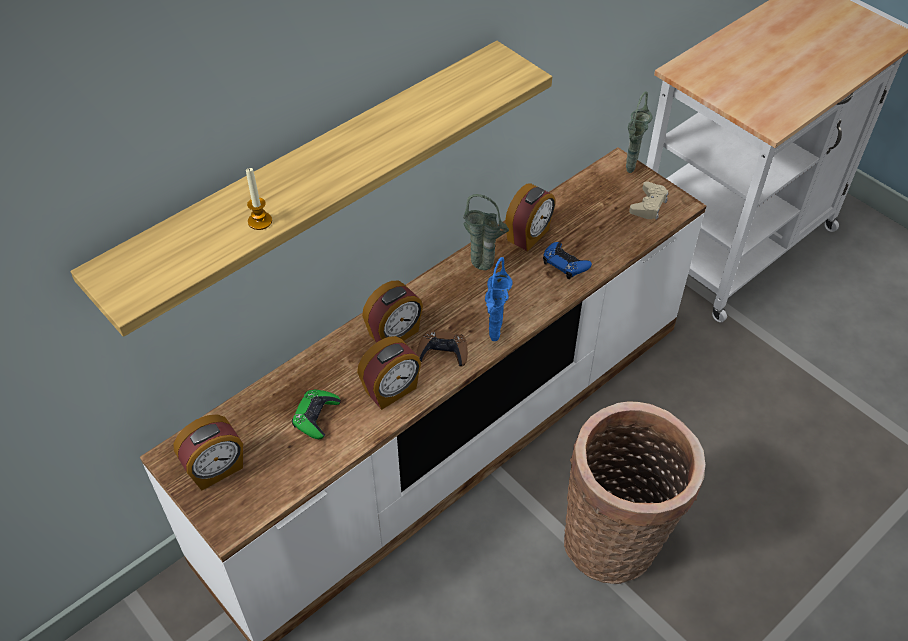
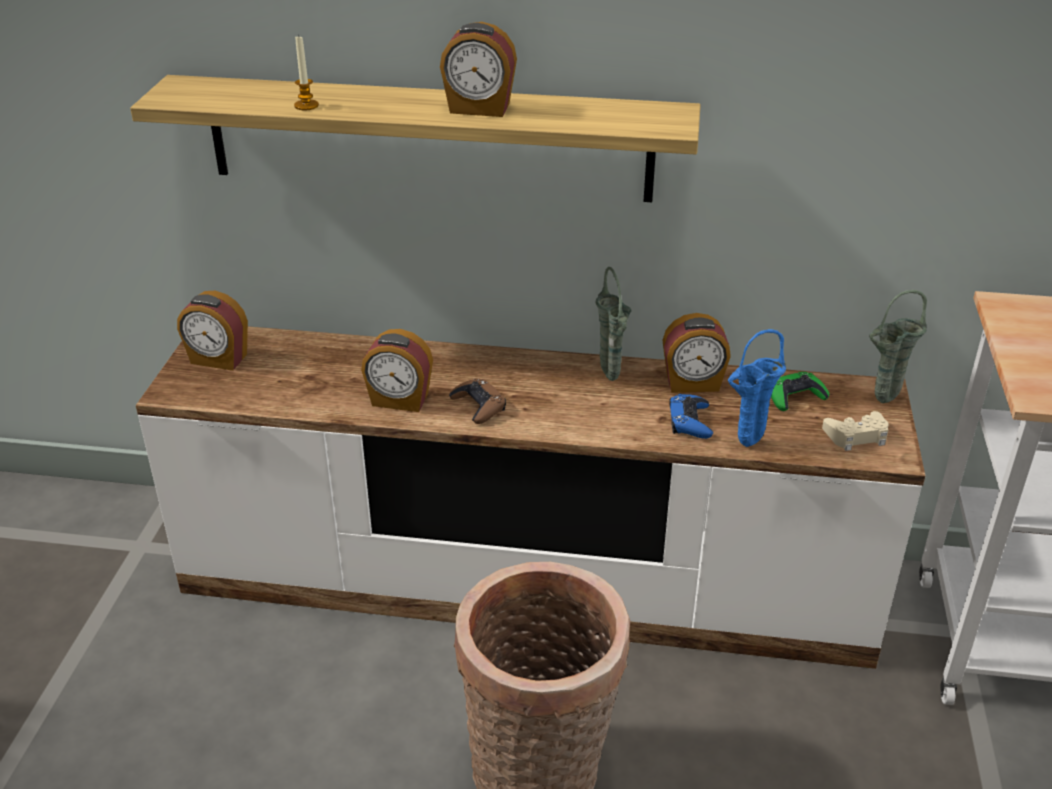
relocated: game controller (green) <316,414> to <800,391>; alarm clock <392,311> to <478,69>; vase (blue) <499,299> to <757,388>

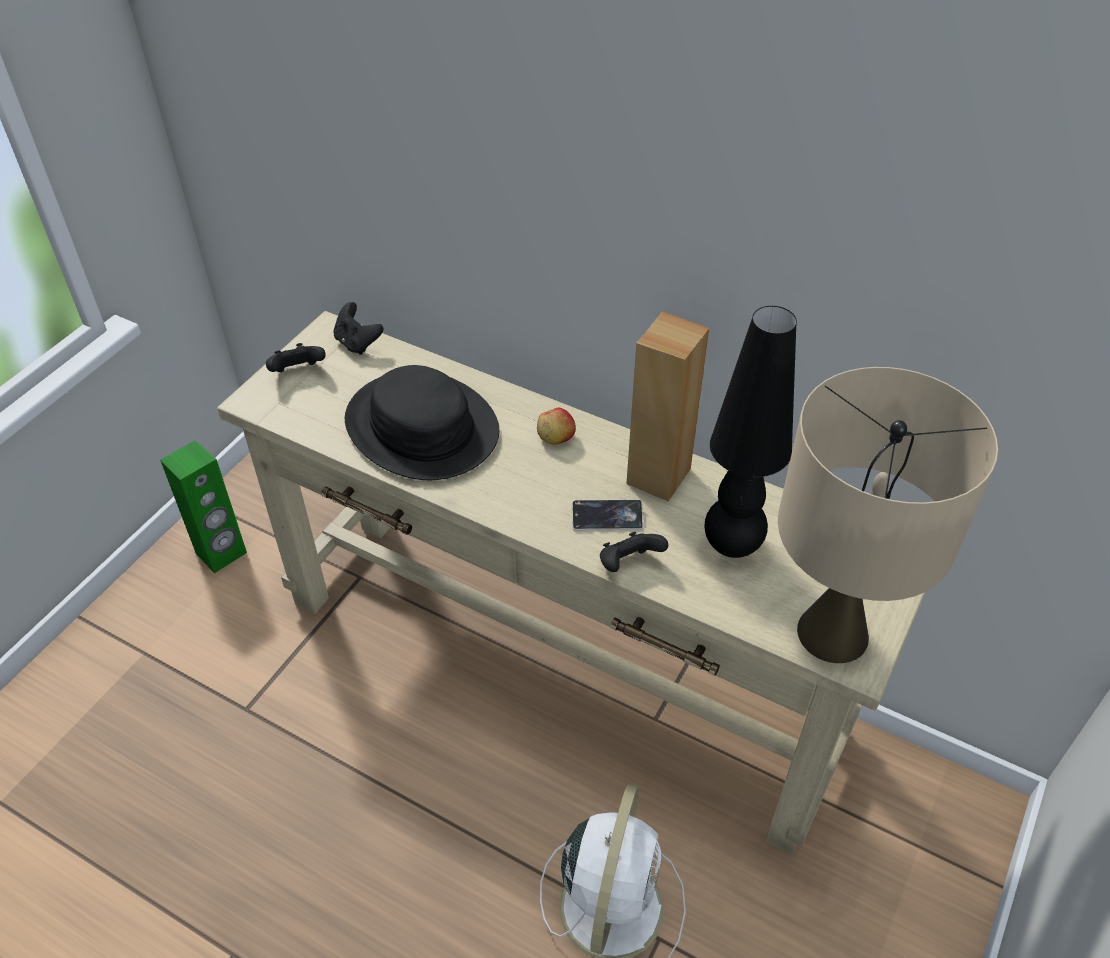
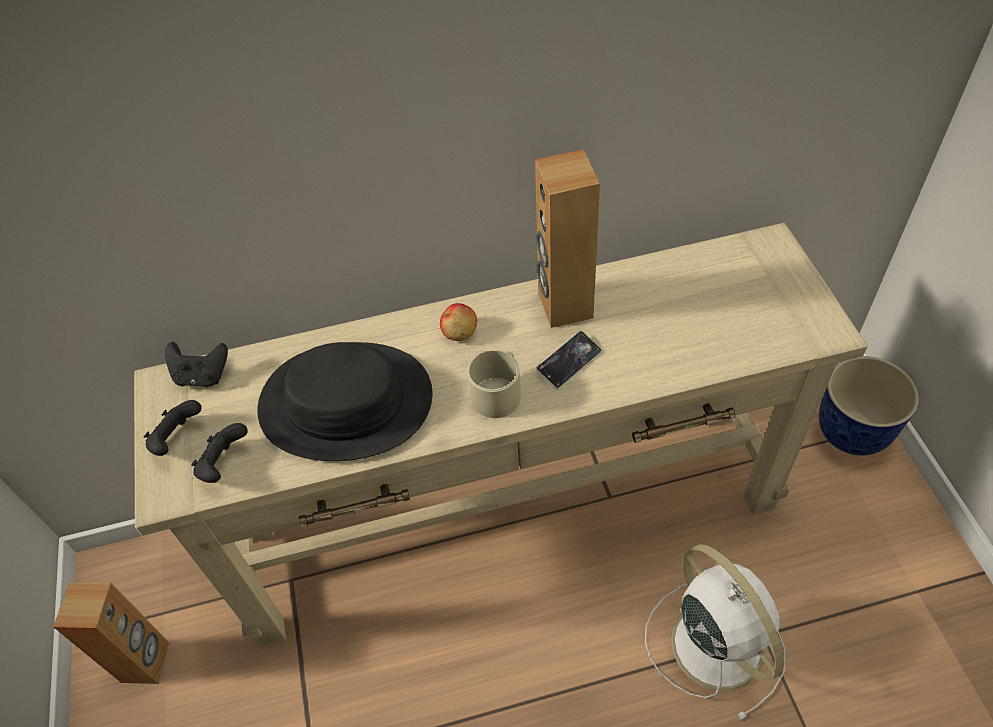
missing: table lamp (black) <750,432>; table lamp (beige) <888,515>
appeared: mug (beige) <494,384>; planter <869,406>
relocated: game controller (black) <634,552> to <219,453>
colour: speaker (green) <203,507> to speaker (brown) <111,633>

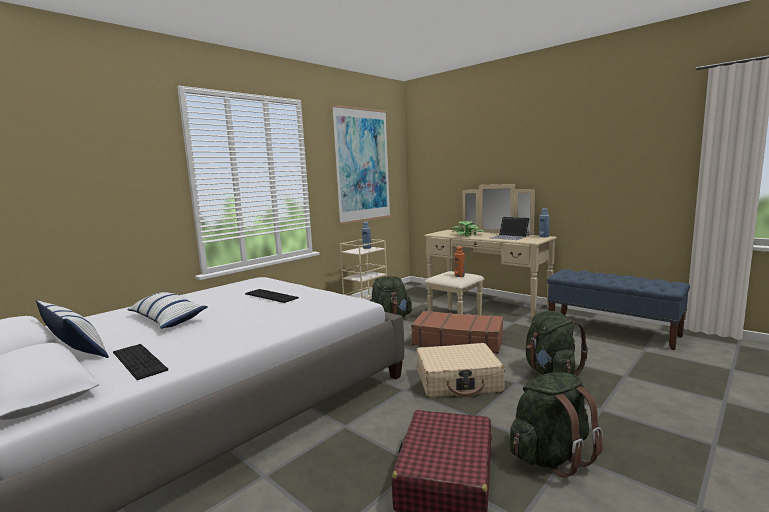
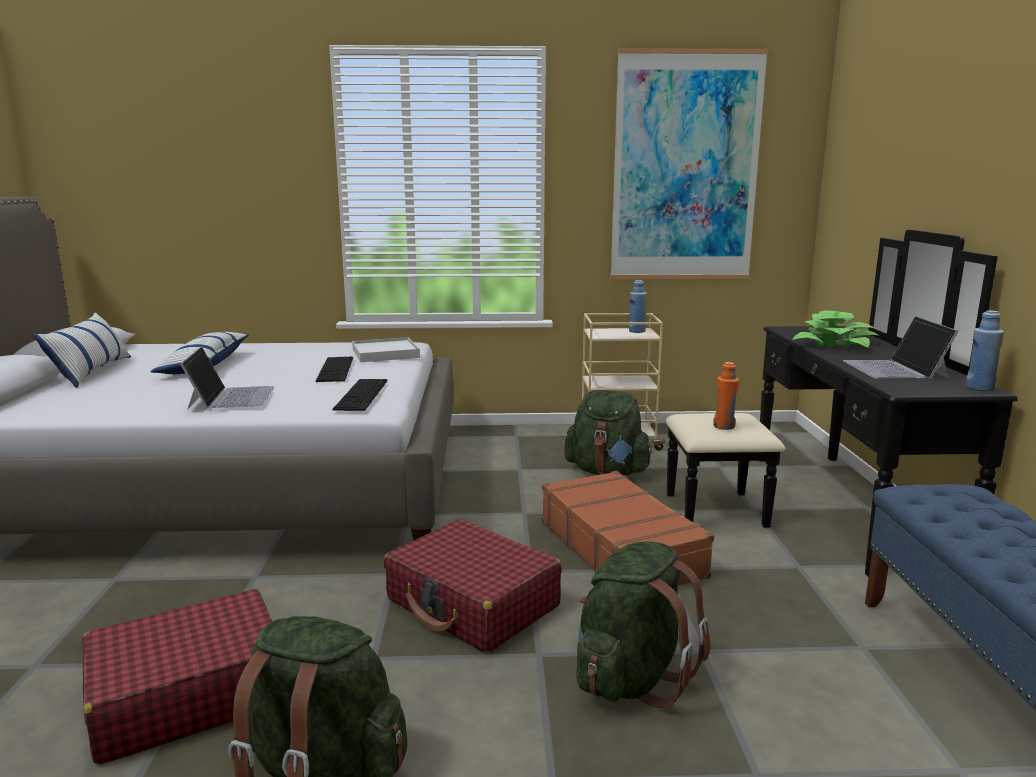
appeared: laptop <227,377>; tray (white) <386,349>
relocated: keyboard <140,362> to <360,395>
colour: suitcase (beige) <460,370> to suitcase (red) <473,586>; dresser (beige) <490,251> to dresser (black) <841,403>

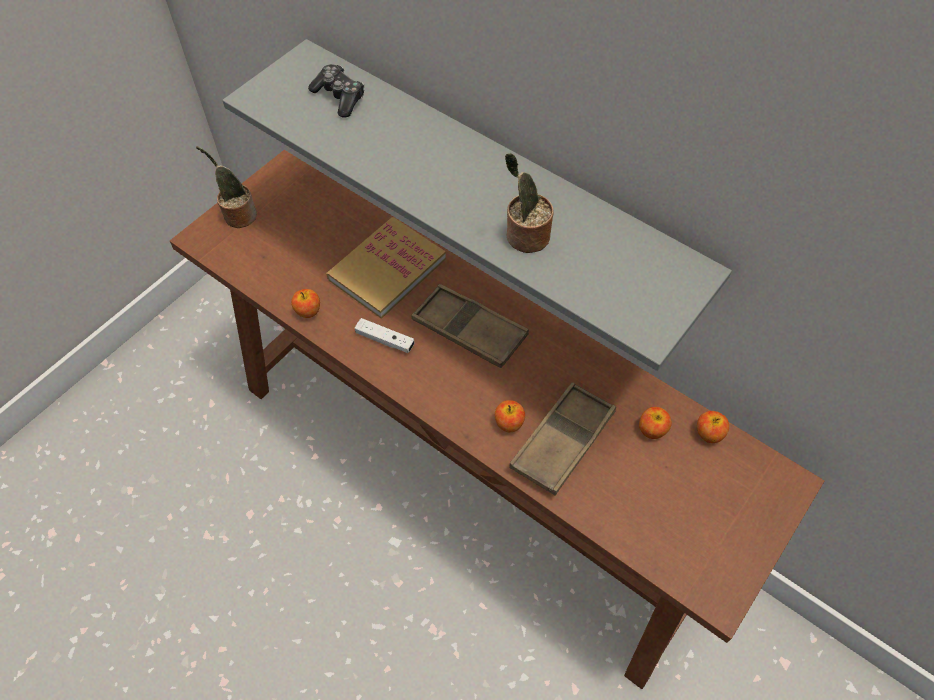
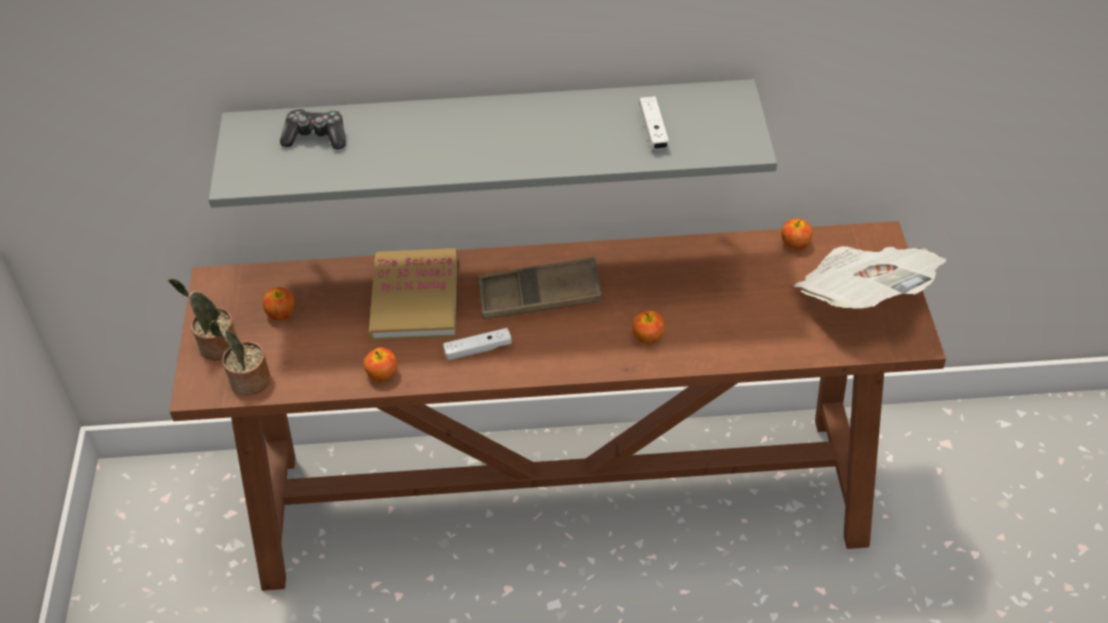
missing: tray (brown) <562,439>
appeared: game controller (white) <654,123>; newspaper <870,277>
relocated: potted plant <529,203> to <239,358>; apple <655,423> to <278,303>

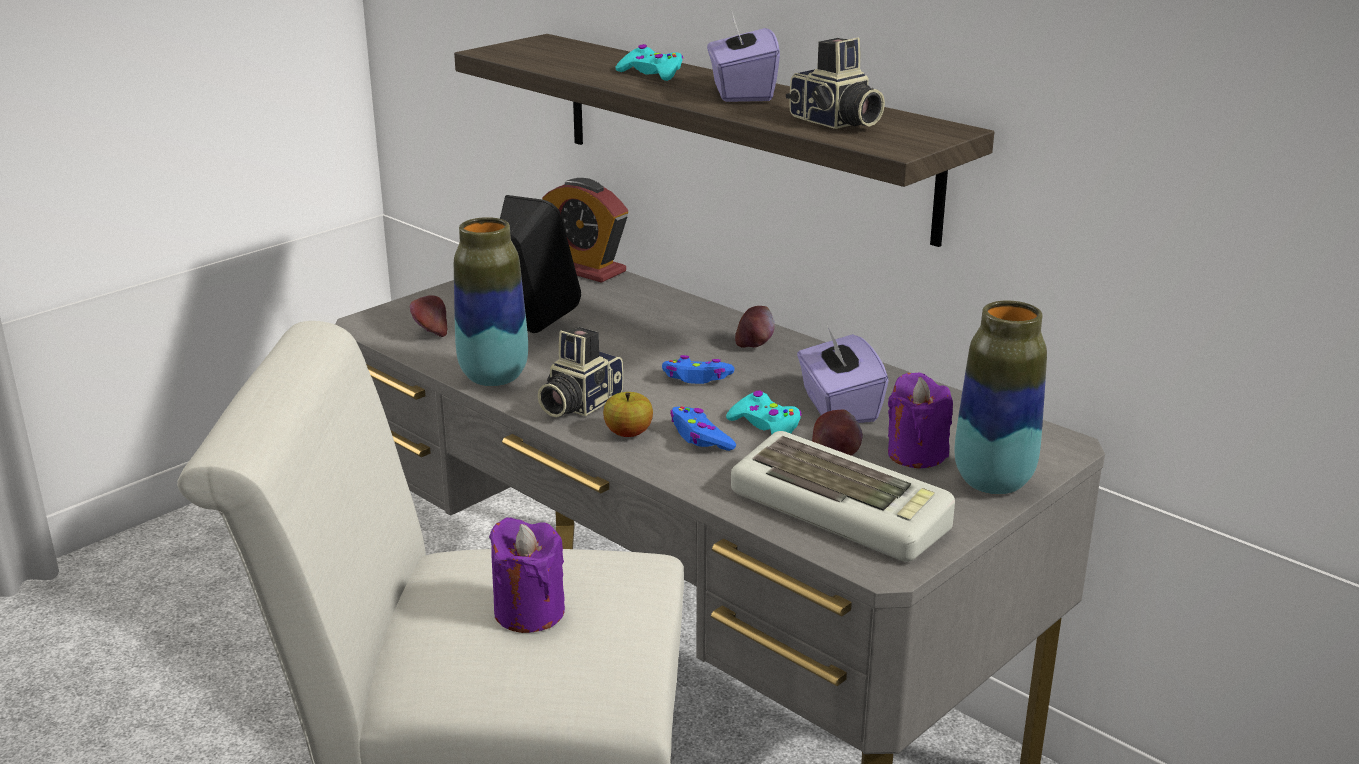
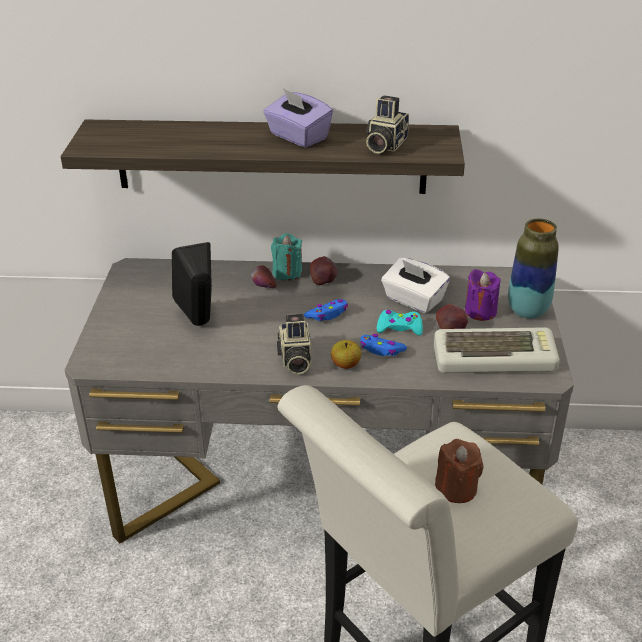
missing: vase <491,301>; alarm clock <585,230>; game controller (turquoise) <649,62>
appeared: candle (turquoise) <286,257>
relocated: apple <428,316> to <264,276>
colour: candle (purple) <527,575> to candle (brown) <459,471>; tissue box (purple) <843,374> to tissue box (white) <415,285>
spun: photo camera <835,83> = <387,124> 105 degrees clockwise

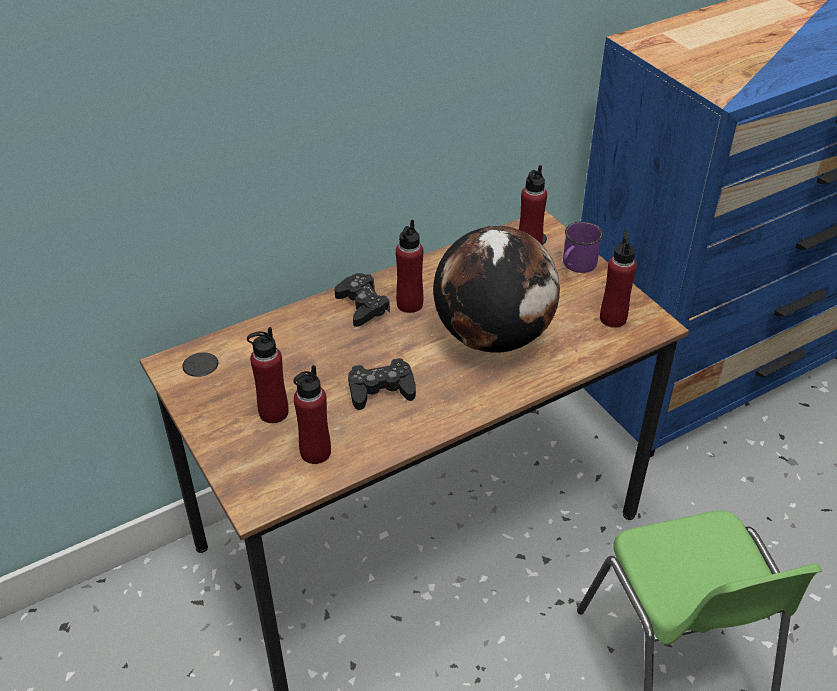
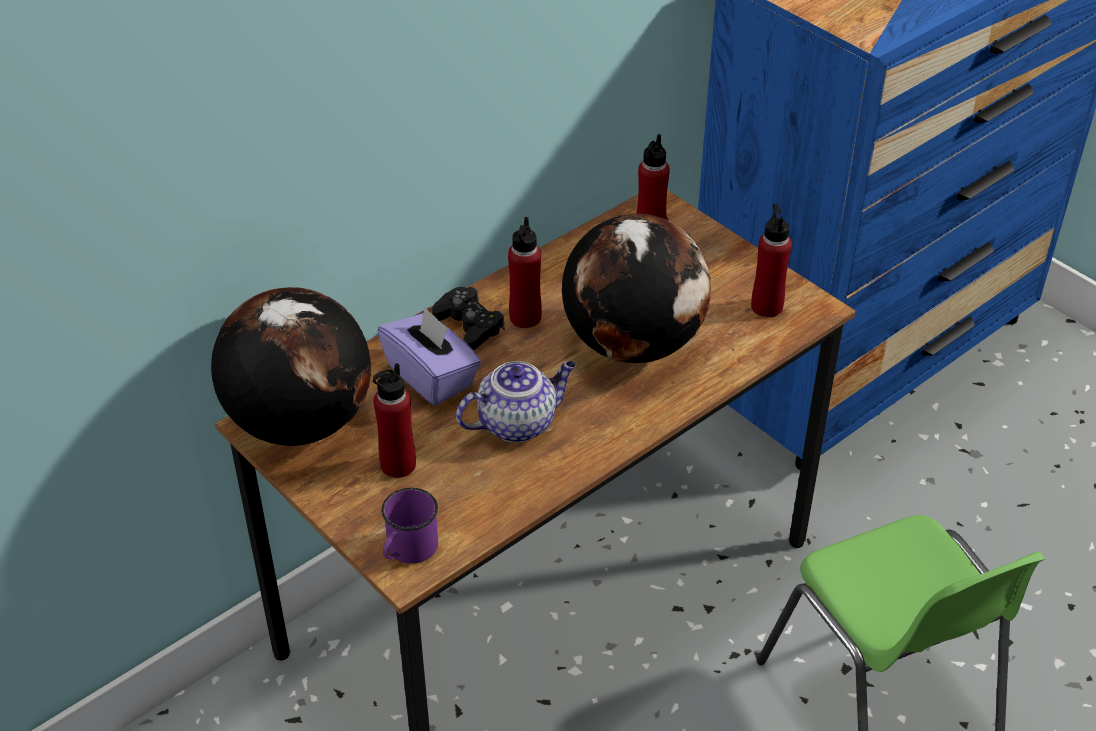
missing: bottle (red) <312,414>
appeared: globe <291,366>; tissue box (purple) <429,356>
relocated: mug (purple) <583,247> to <409,526>
exchanged: game controller (black) <382,384> to teapot <516,402>

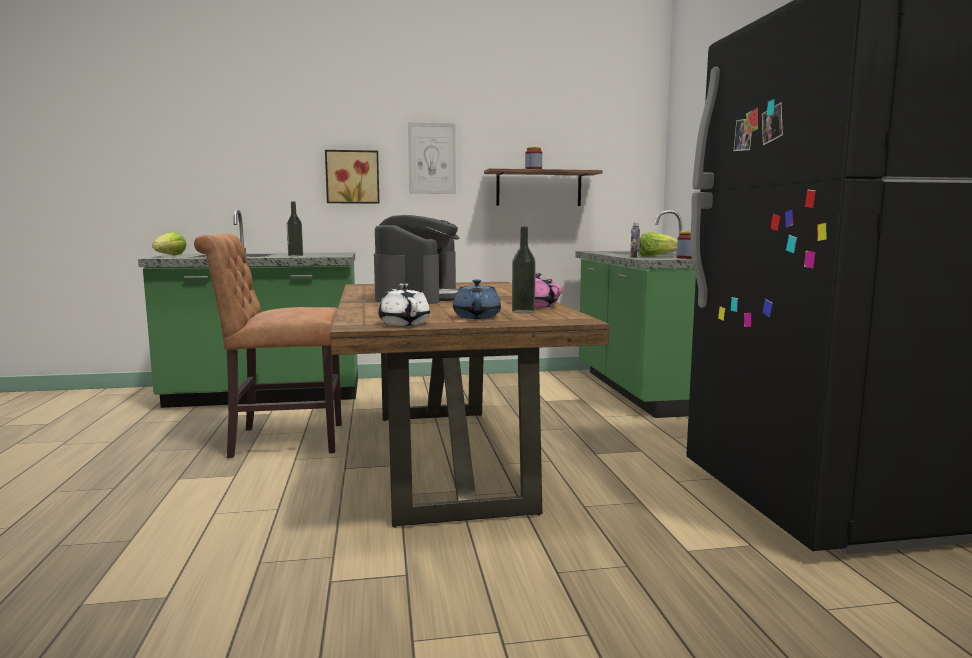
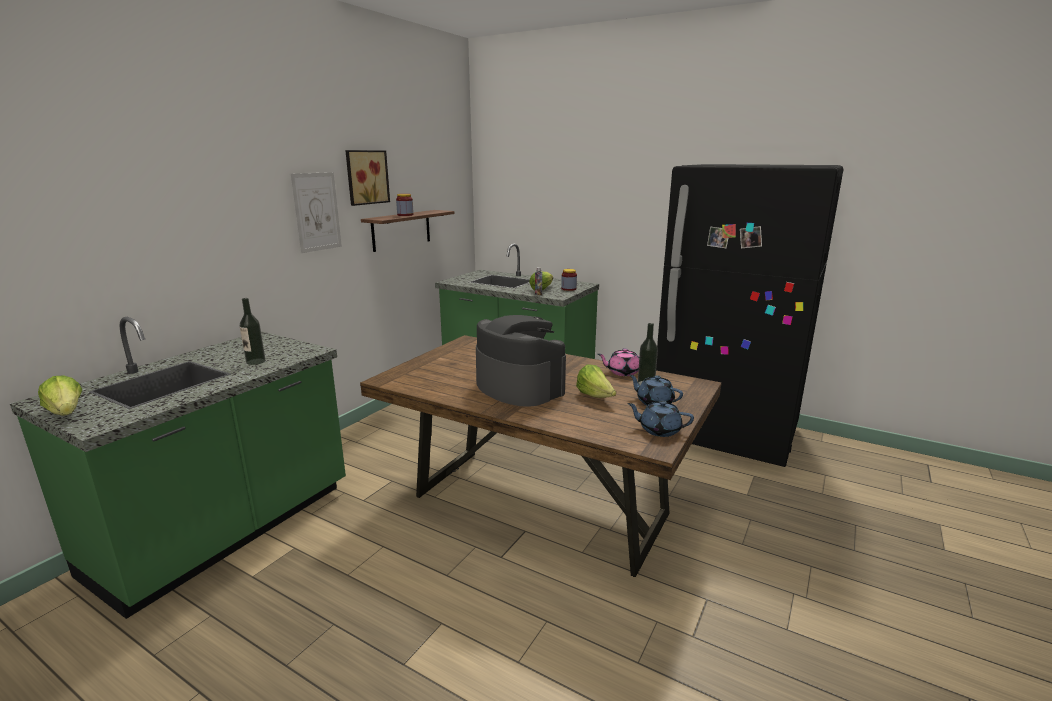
missing: chair (brown) <268,345>
appeared: lettuce <596,381>
relocated: picture <352,177> to <367,178>
colour: teapot (white) <404,304> to teapot (blue) <660,419>

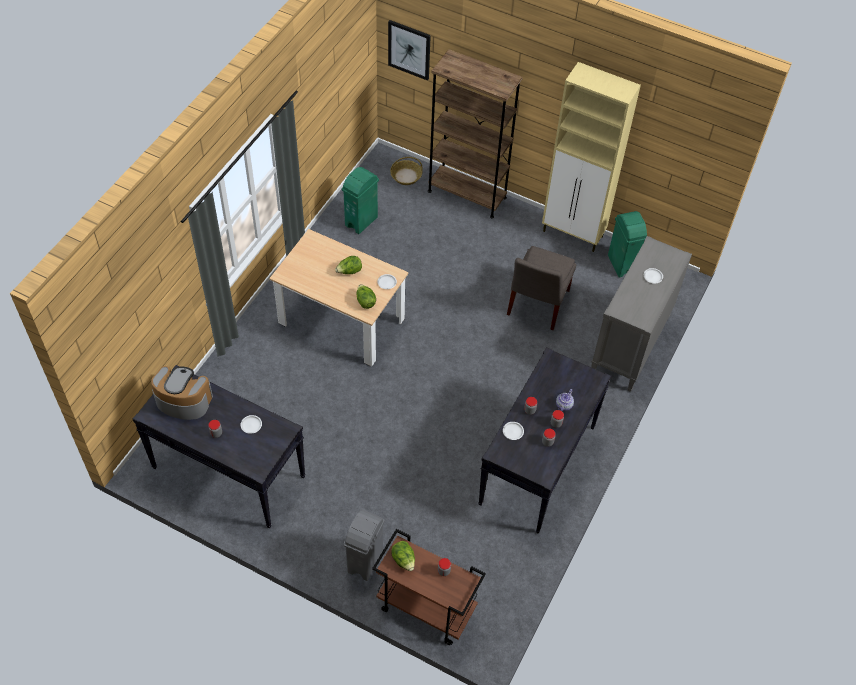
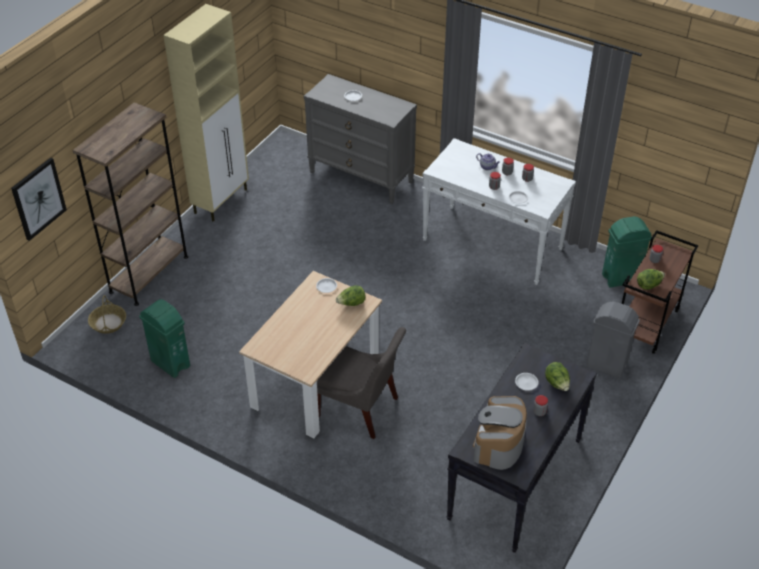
relocated: lettuce <348,265> to <557,376>; chair (grey) <541,288> to <361,383>; trash can (green) <627,244> to <627,252>
colour: console table (black) <544,440> to console table (white) <499,211>

